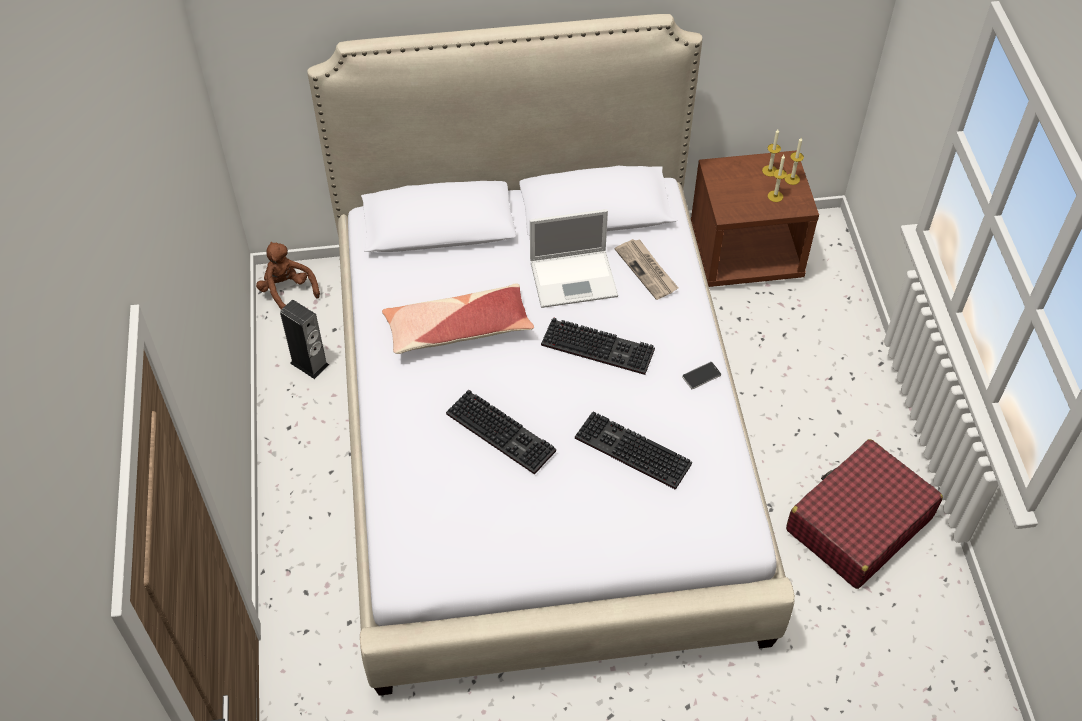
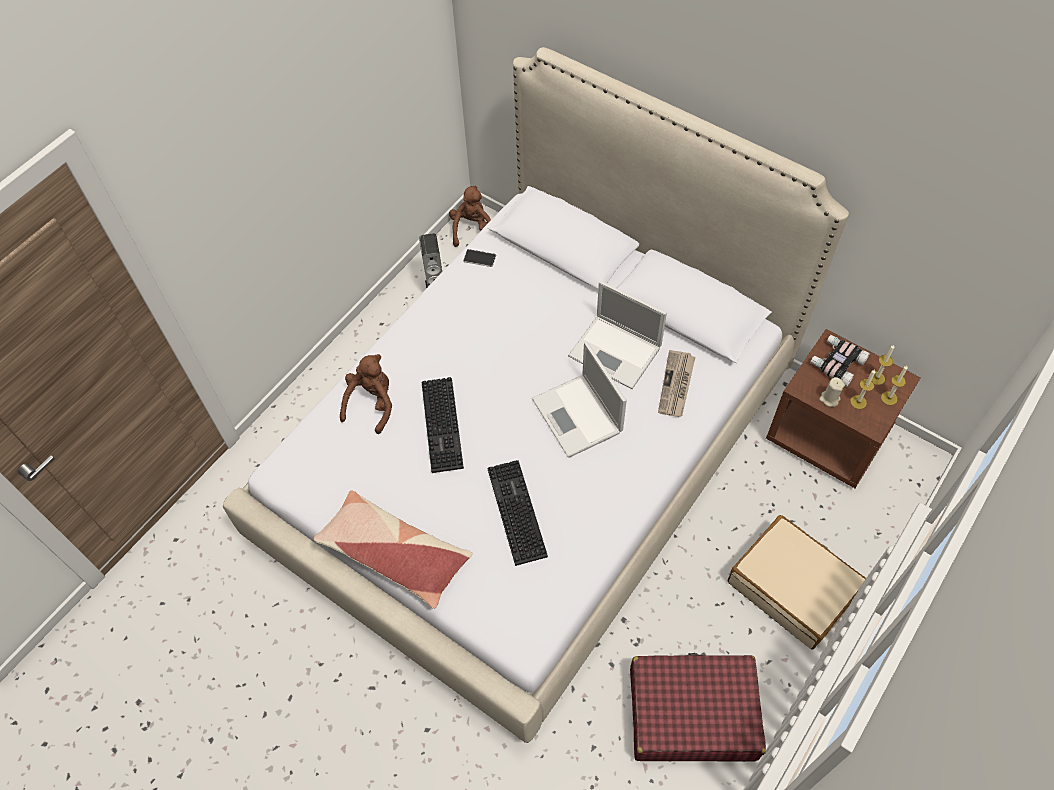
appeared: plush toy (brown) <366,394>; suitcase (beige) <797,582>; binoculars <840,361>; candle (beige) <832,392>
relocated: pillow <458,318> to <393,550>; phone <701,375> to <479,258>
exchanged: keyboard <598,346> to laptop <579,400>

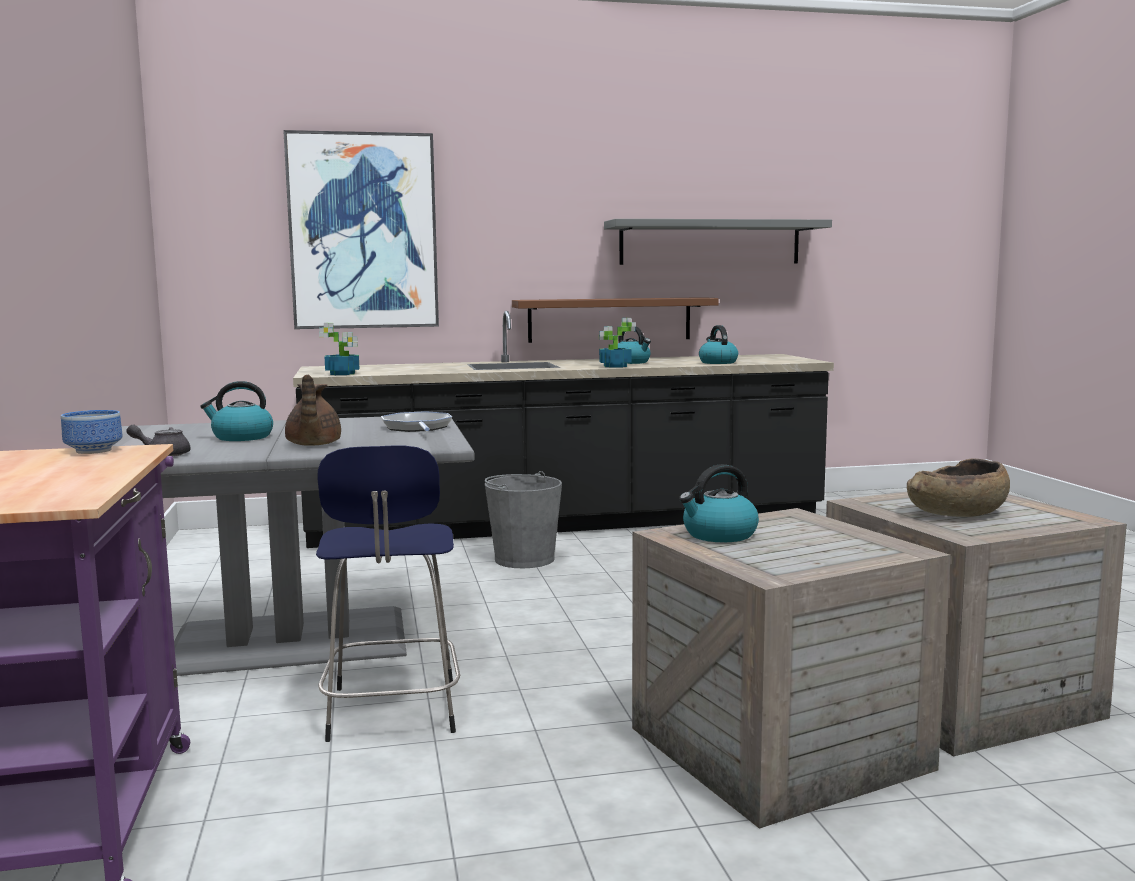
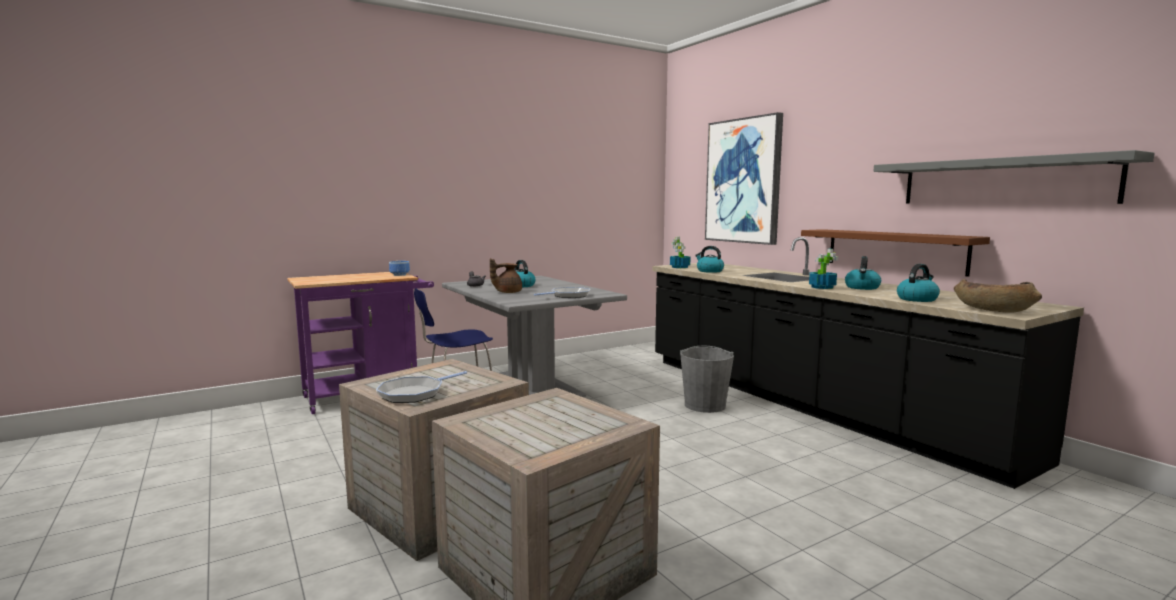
appeared: frying pan <421,387>
relocated: kettle <719,503> to <709,259>; bowl (brown) <958,487> to <998,296>

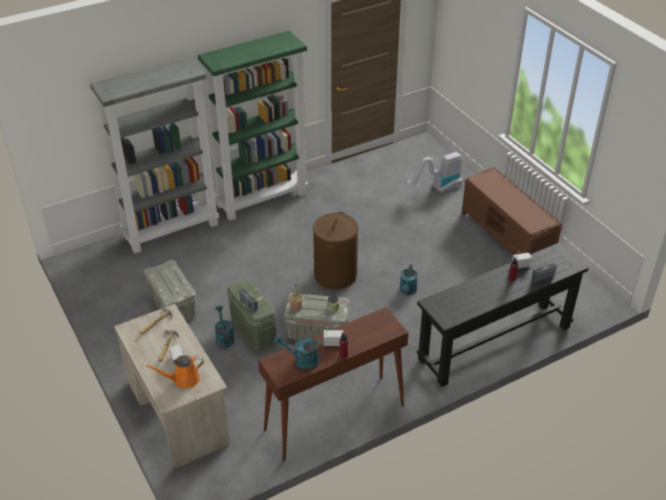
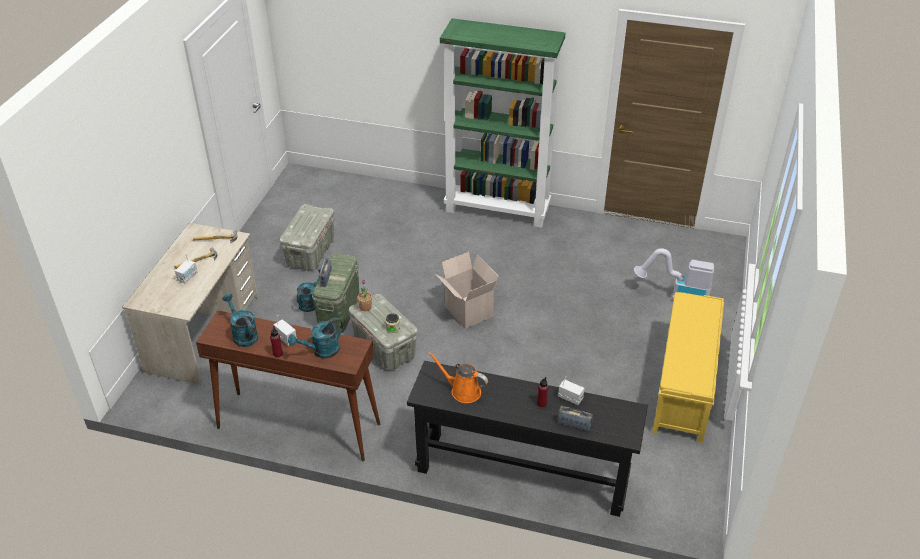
missing: bookcase (grey) <154,155>
relocated: watering can (orange) <175,371> to <458,377>; watering can (turquoise) <409,279> to <315,338>
exchanged: laundry basket (brown) <336,250> to cardboard box <466,290>
colour: bench (brown) <512,211> to bench (yellow) <688,367>

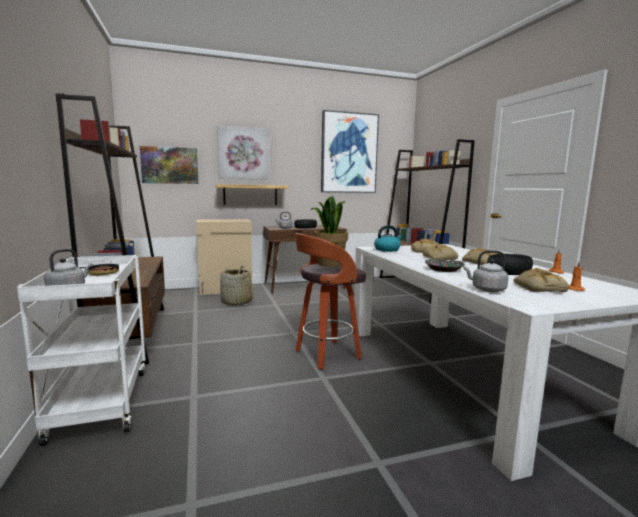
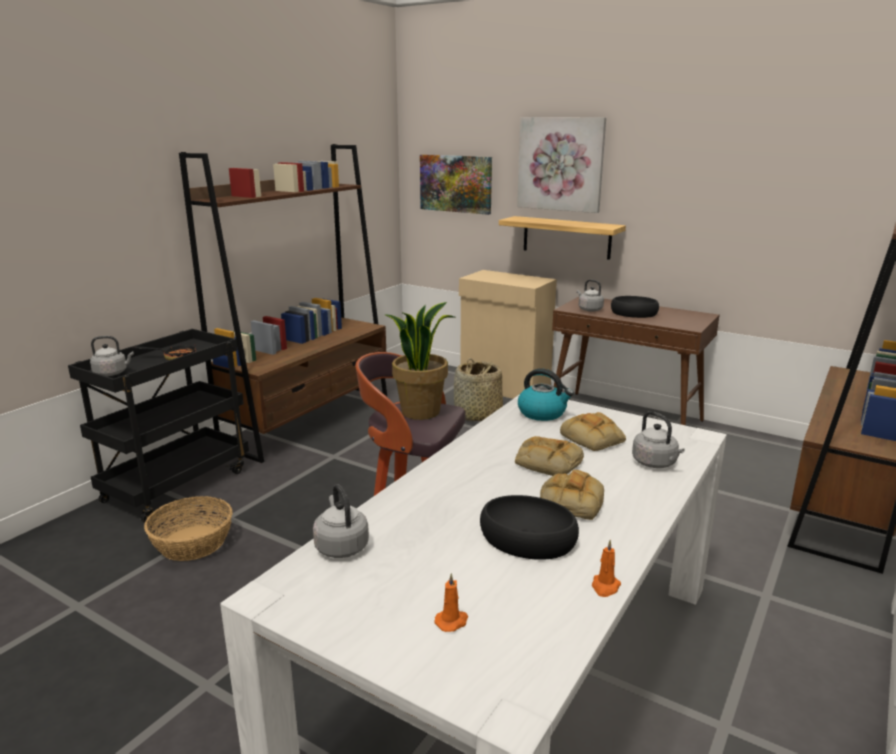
missing: picture <350,151>; bowl <445,265>; bread <541,280>
appeared: basket <188,528>; kettle (grey) <658,439>
colour: cart (white) <81,350> to cart (black) <158,426>

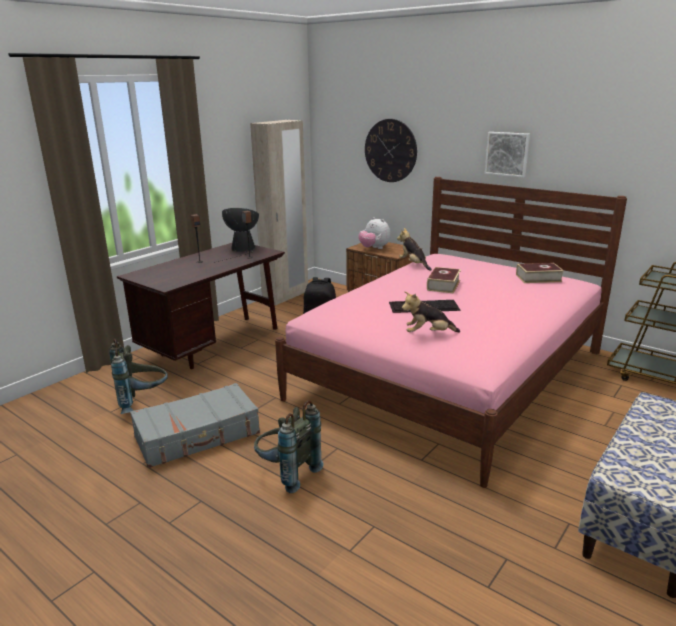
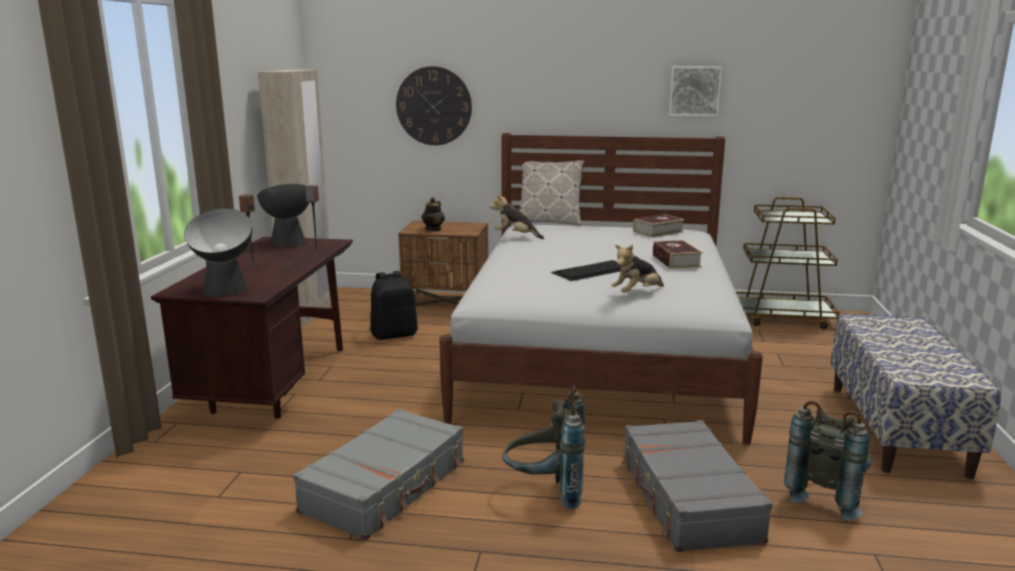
appeared: table lamp <228,252>; pillow <551,193>; suitcase (grey) <697,486>
relocated: backpack (grey) <138,376> to <828,460>; book <444,280> to <678,254>; picture <507,154> to <695,91>
exchanged: plush toy <374,233> to teapot <433,214>
colour: bed (pink) <451,332> to bed (white) <601,289>

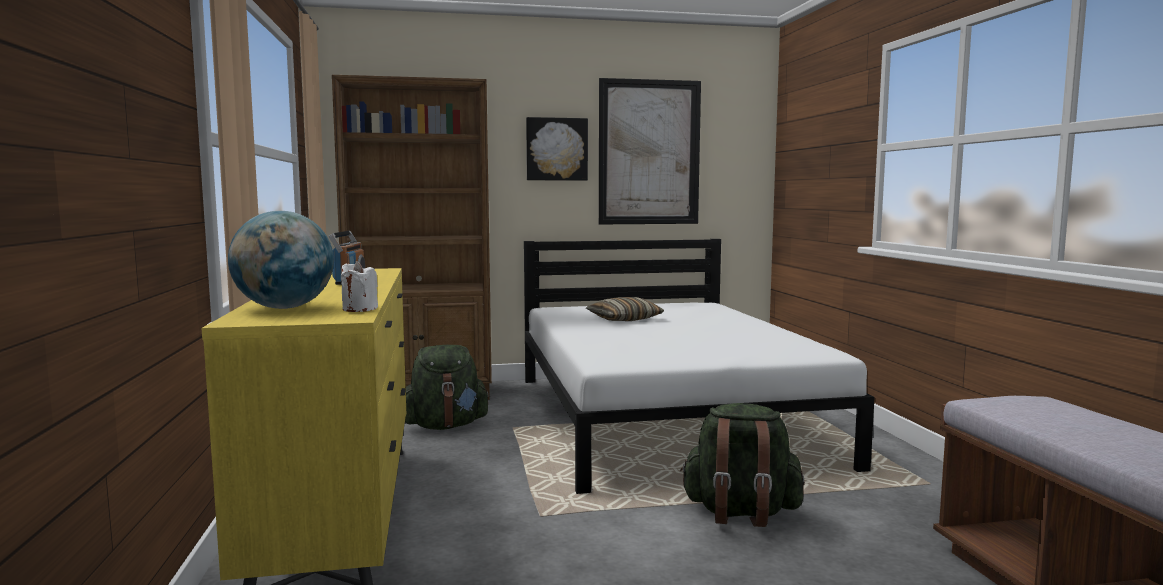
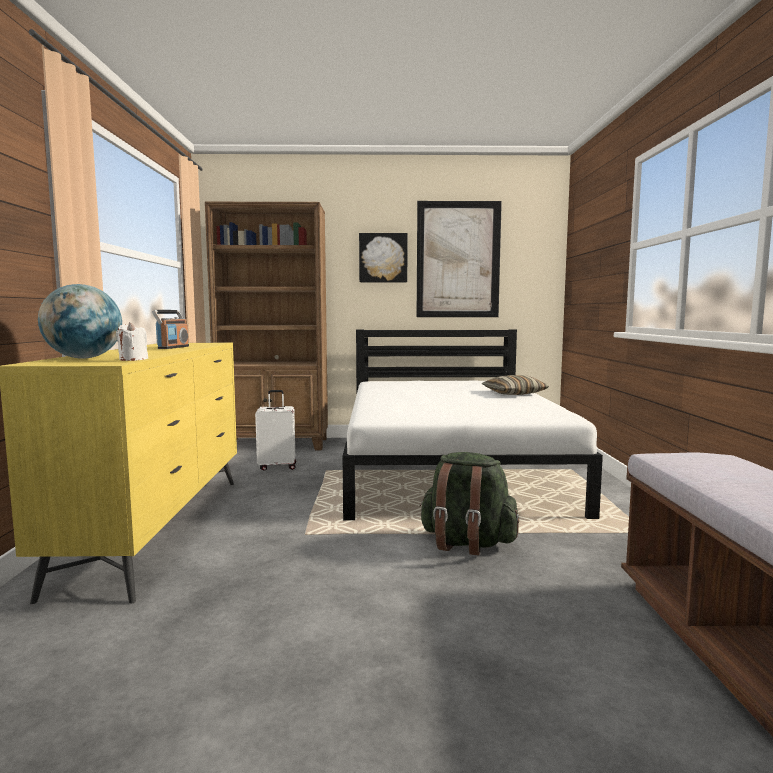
relocated: pillow <625,309> to <515,385>
exchanged: backpack (green) <447,387> to suitcase (white) <275,430>

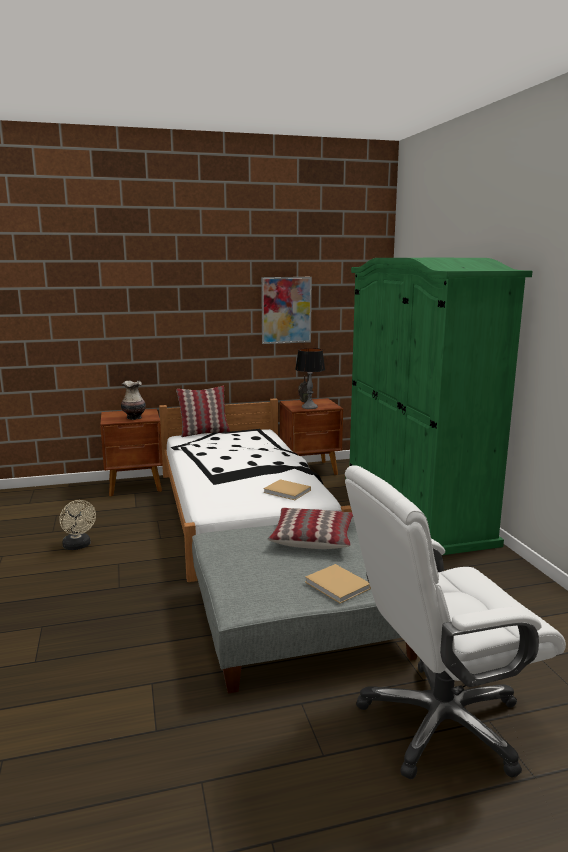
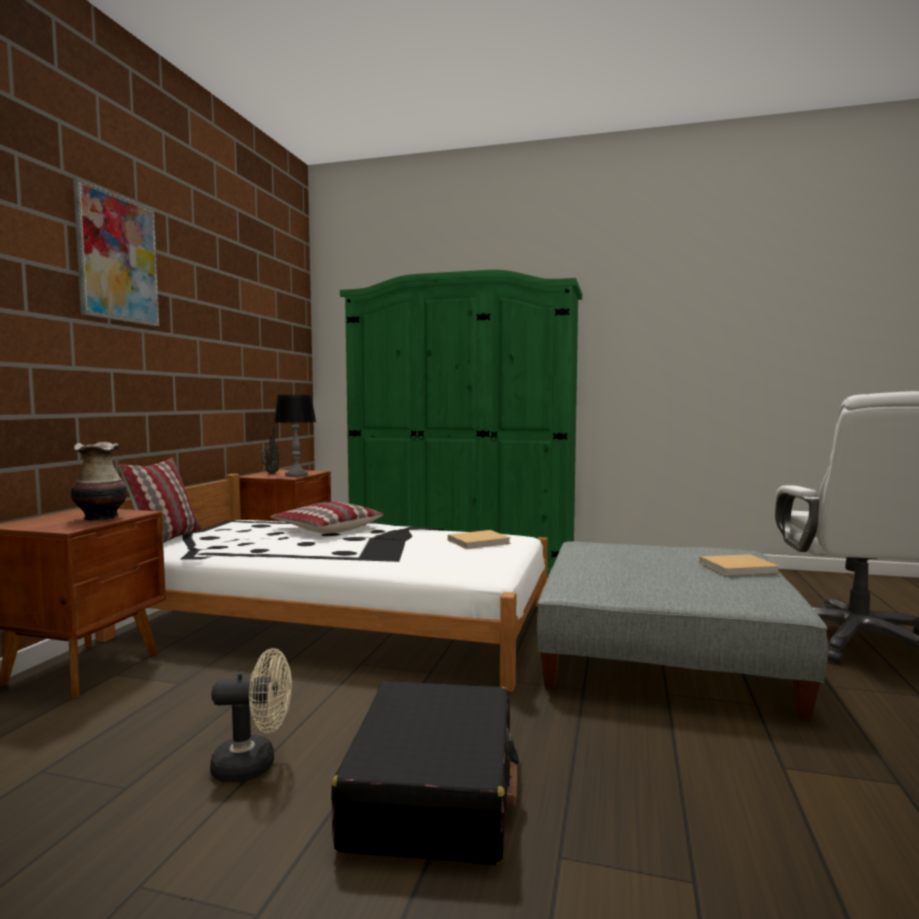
appeared: suitcase (black) <425,773>
relocated: picture <286,310> to <116,252>; pillow <310,528> to <327,518>

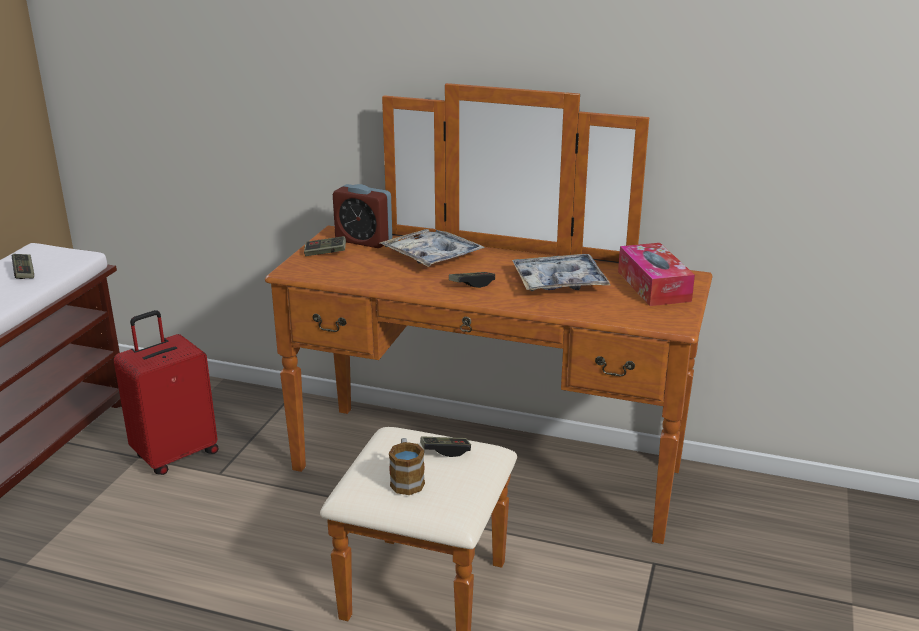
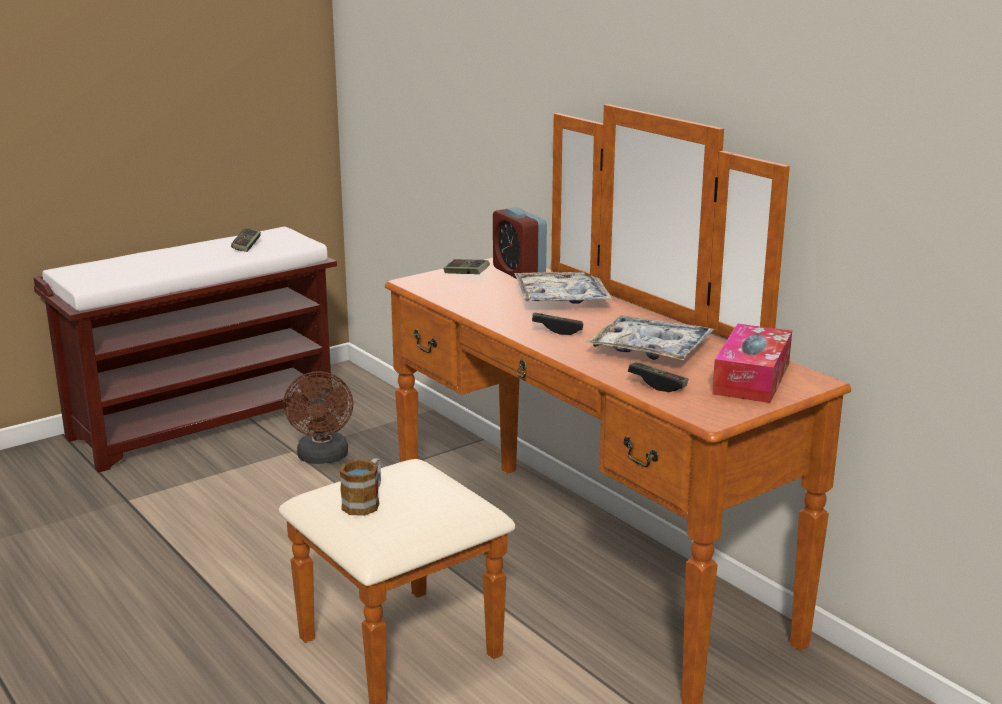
relocated: game controller <445,446> to <658,377>
exchanged: suitcase (red) <166,392> to fan (brown) <318,417>

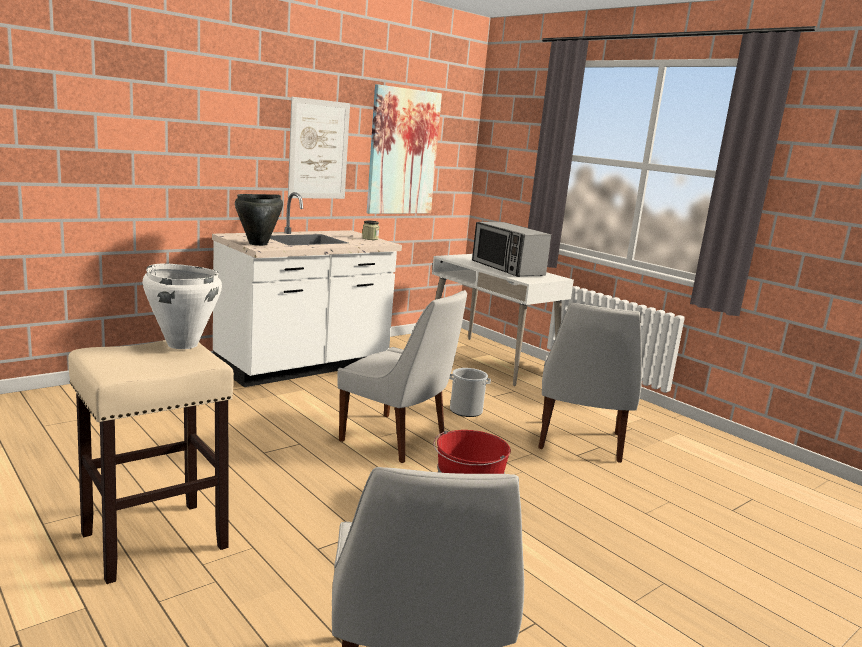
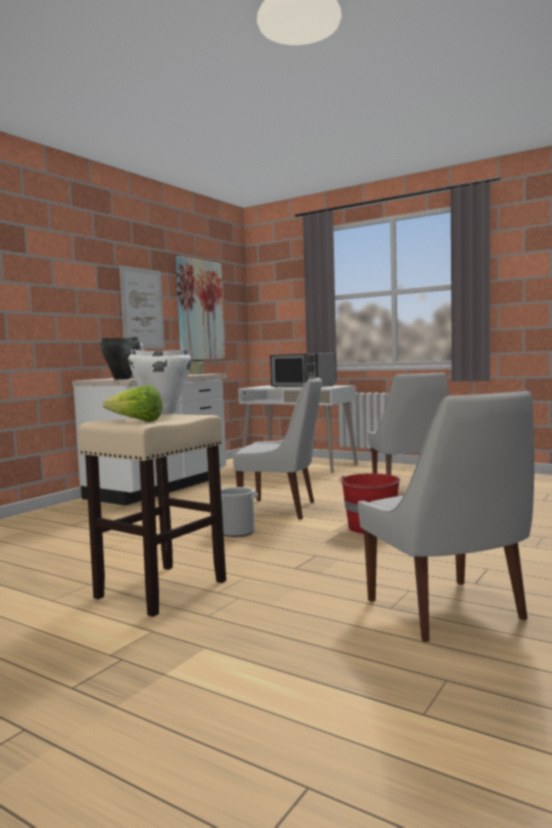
appeared: lettuce <133,403>
relocated: bucket <470,392> to <239,512>

